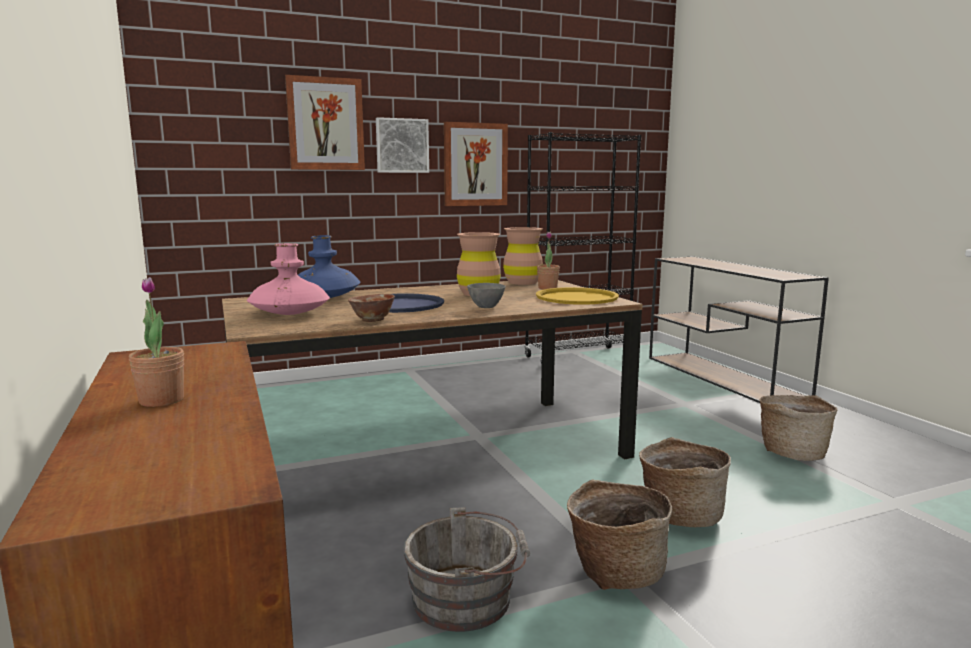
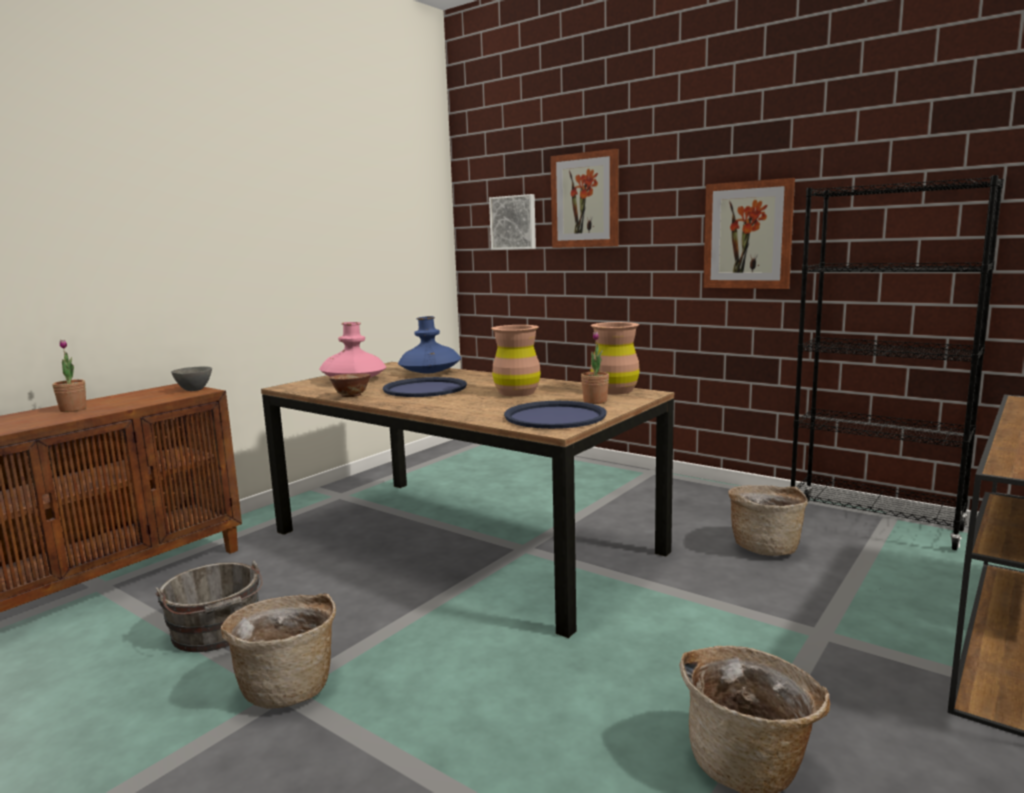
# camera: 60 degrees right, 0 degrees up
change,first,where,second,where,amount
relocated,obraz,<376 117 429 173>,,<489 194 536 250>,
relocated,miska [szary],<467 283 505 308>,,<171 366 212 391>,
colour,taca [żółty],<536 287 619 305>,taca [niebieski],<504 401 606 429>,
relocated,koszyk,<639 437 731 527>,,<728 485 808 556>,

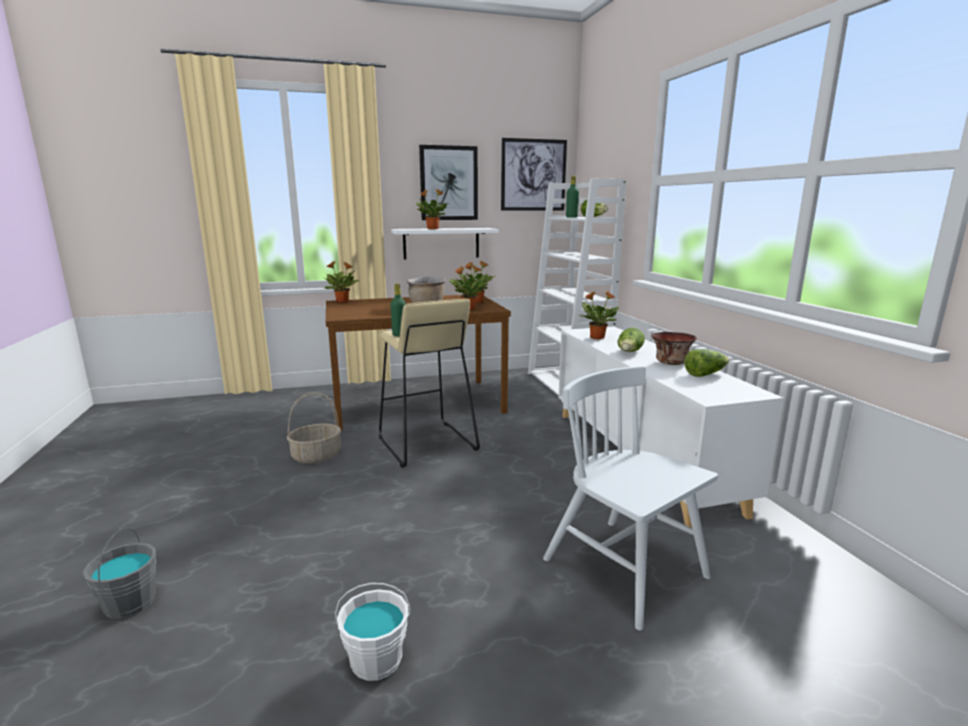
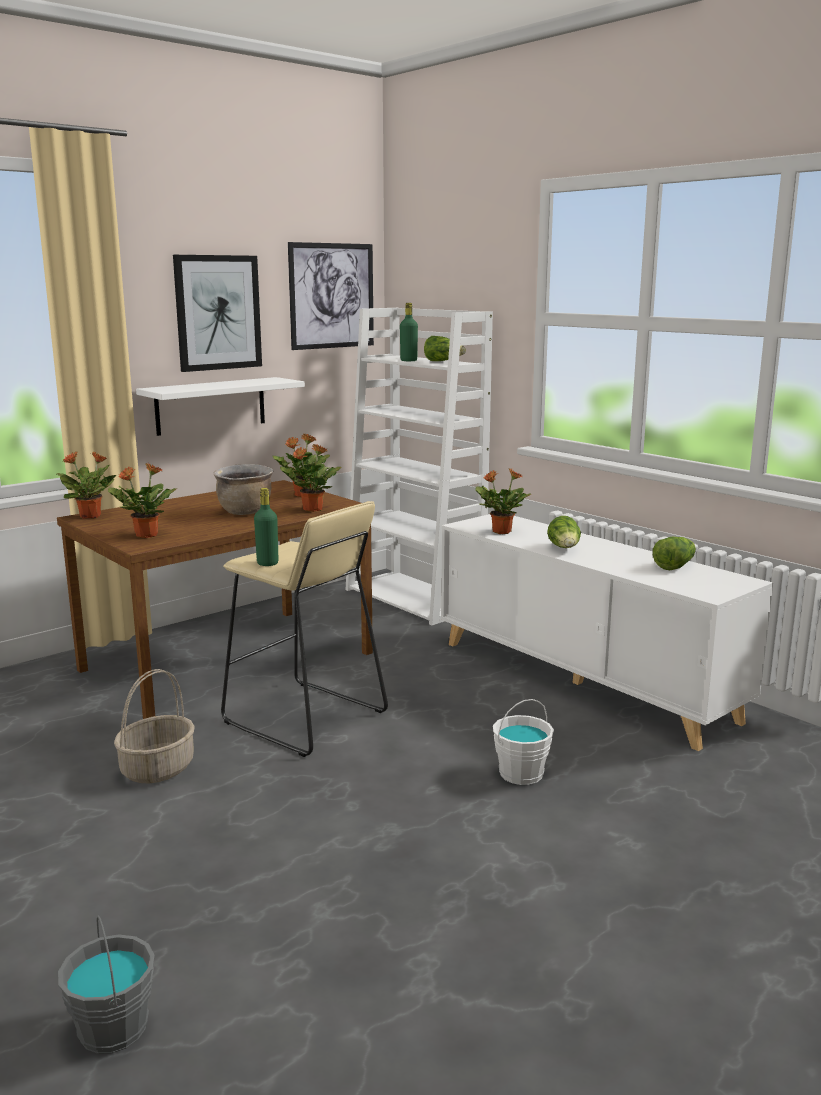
# camera: 25 degrees left, 0 degrees up
change,first,where,second,where,amount
relocated,wiadro [biały],<335 583 410 681>,,<493 699 554 785>,
relocated,roślina doniczkowa,<416 188 449 229>,,<108 462 177 538>,
missing,krzesło [biały],<543 366 718 630>,,,
missing,miska,<651 332 697 365>,,,

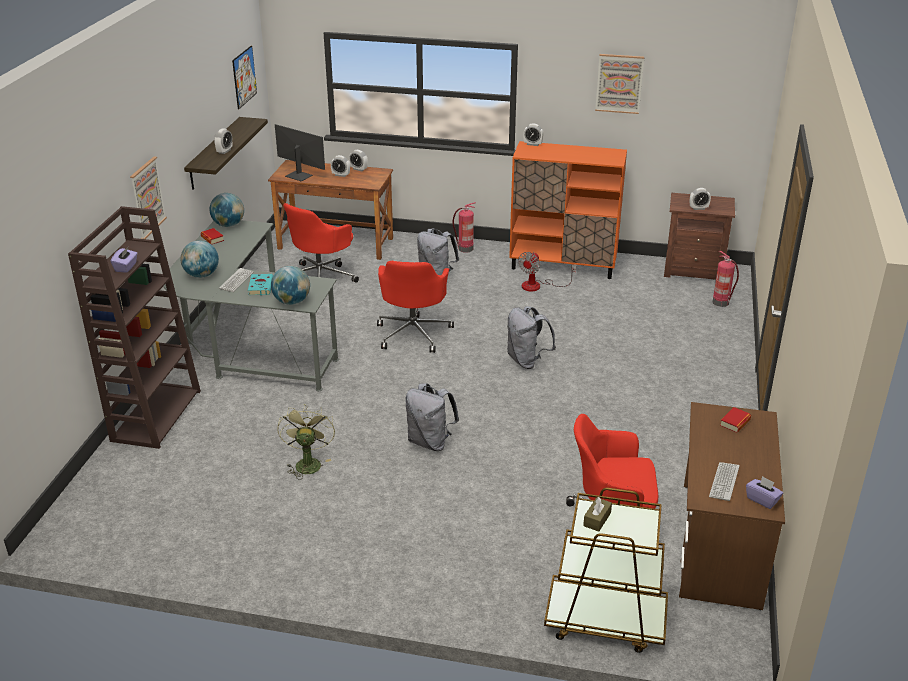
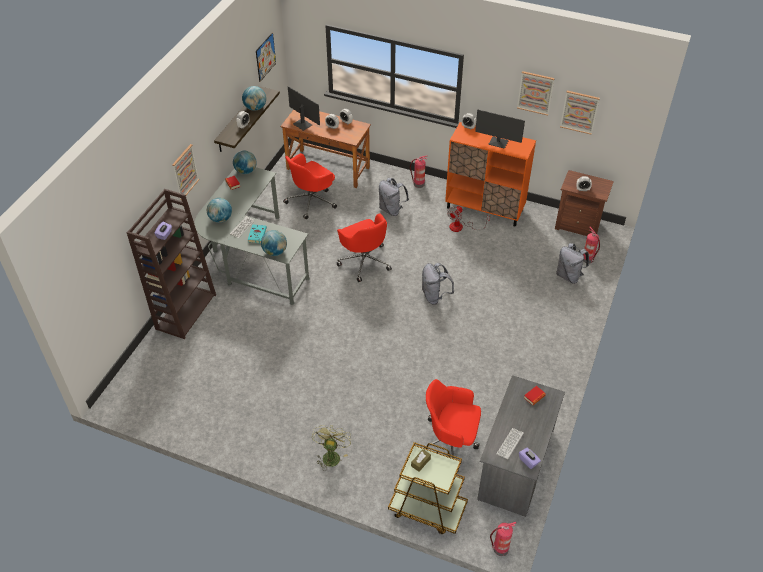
# camera: 10 degrees right, 15 degrees up
change,first,where,second,where,amount
relocated,wentylator [zielony],<277 404 335 480>,,<312 425 351 471>,
spun,krzesło biurowe [czerwony],<377 261 454 353>,,<337 213 392 282>,45 degrees counterclockwise
relocated,plecak [szary],<405 383 459 451>,,<556 243 589 284>,
colour,biurko [brązowy],<679 402 785 610>,biurko [szary],<477 375 565 517>,
appeared,,,globus,<242 86 266 111>,
appeared,,,monitor,<475 110 525 149>,
appeared,,,gaśnica,<490 522 517 556>,
appeared,,,obraz,<560 91 600 135>,

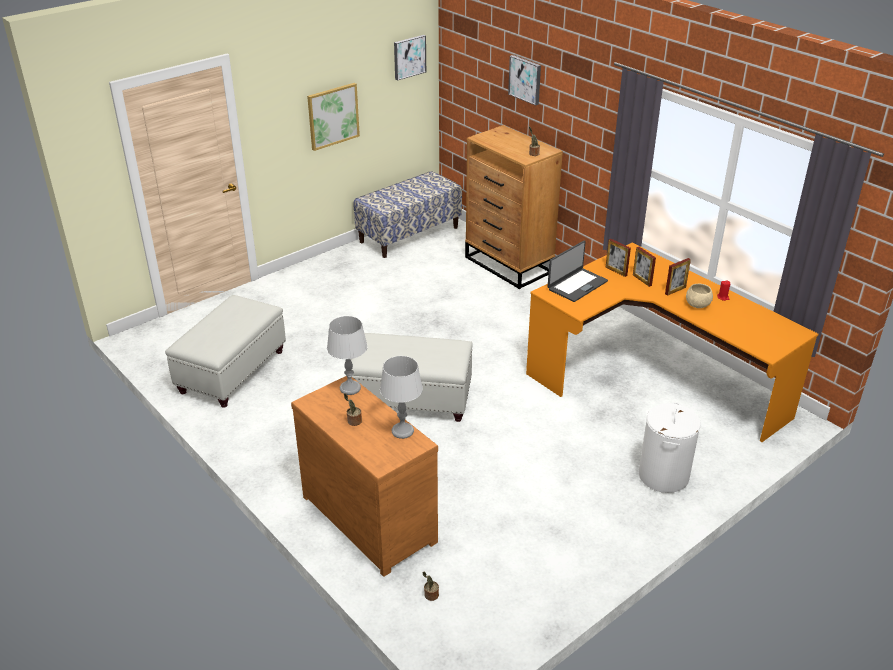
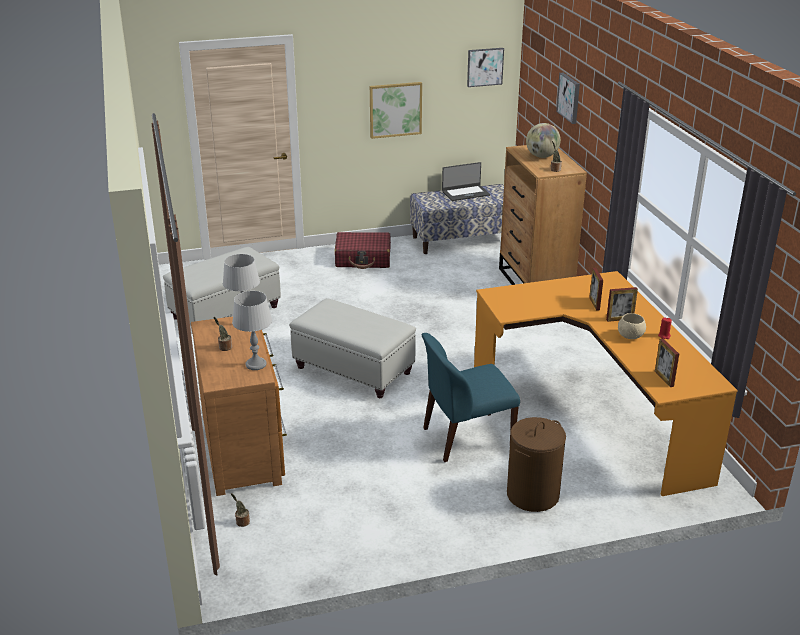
# camera: 25 degrees right, 5 degrees down
change,first,where,second,where,amount
relocated,laptop,<548 241 608 302>,,<442 162 490 201>,
relocated,ramka na zdjęcie,<606 239 631 277>,,<655 339 679 387>,
colour,kosz na pranie [biały],<639 402 701 493>,kosz na pranie [brązowy],<507 417 566 512>,
appeared,,,walizka [czerwony],<334 232 391 269>,
appeared,,,krzesło [niebieski],<422 333 520 462>,
appeared,,,globus,<526 123 561 158>,

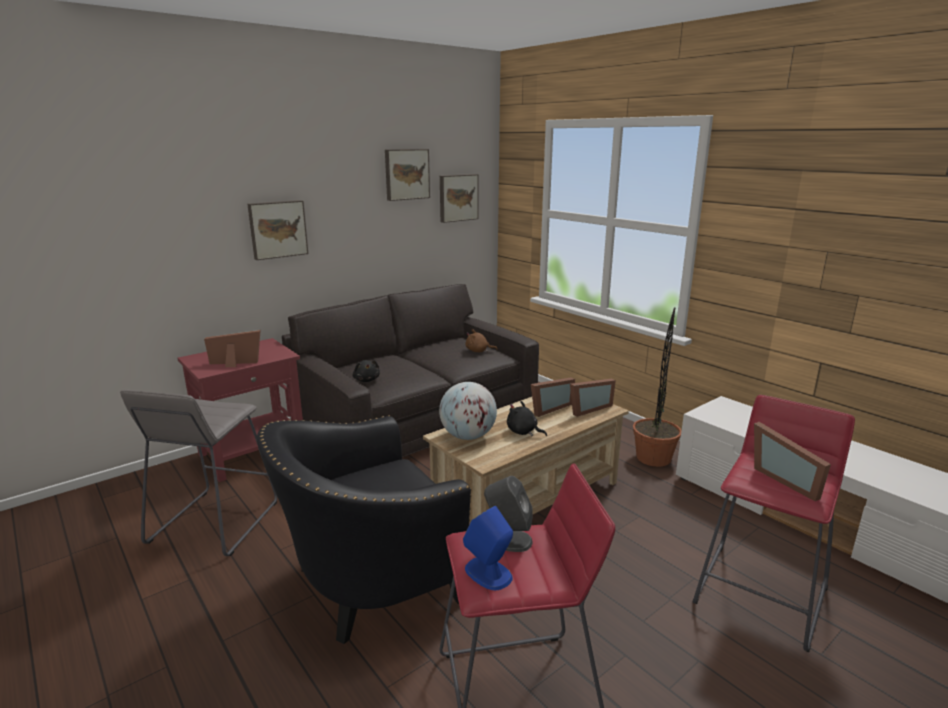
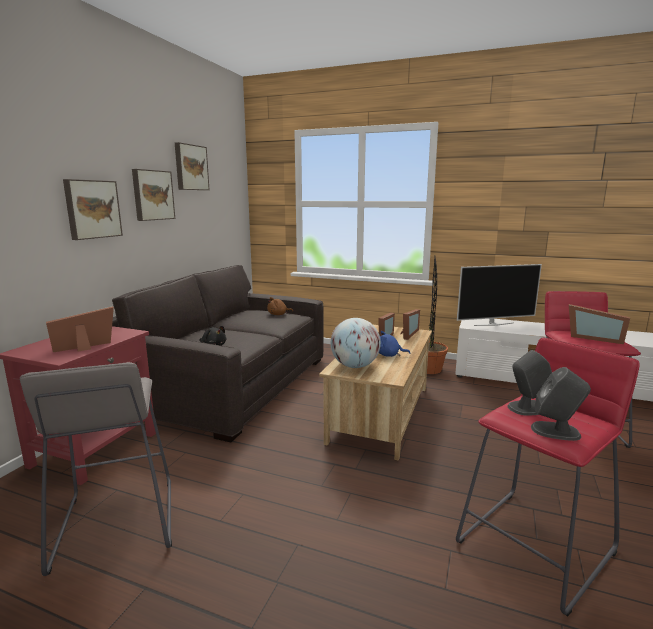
# camera: 30 degrees left, 5 degrees down
change,first,where,second,where,amount
missing,fotel [czarny],<257 415 471 644>,,,
relocated,obraz,<440 174 479 223>,,<132 169 175 221>,
colour,głośnik [niebieski],<463 506 513 590>,głośnik [szary],<531 367 591 441>,
colour,pluszak [czarny],<507 401 547 436>,pluszak [niebieski],<379 331 410 357>,
appeared,,,telewizor,<457 264 542 326>,

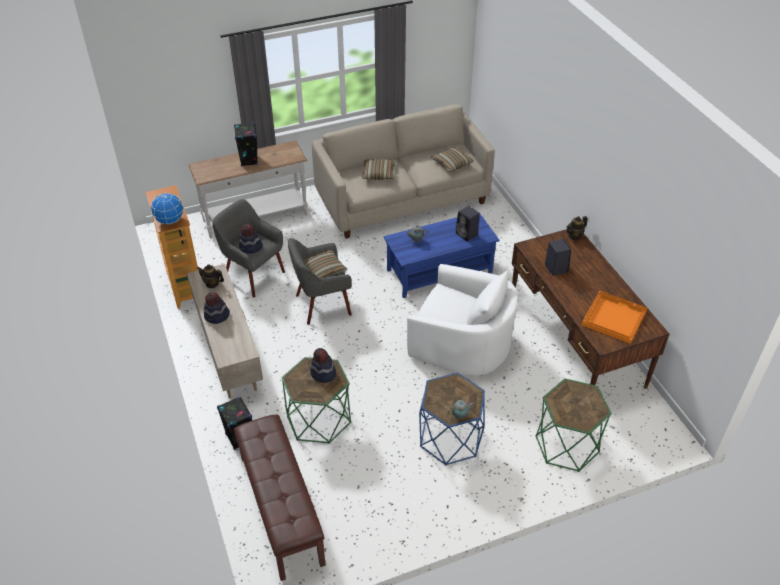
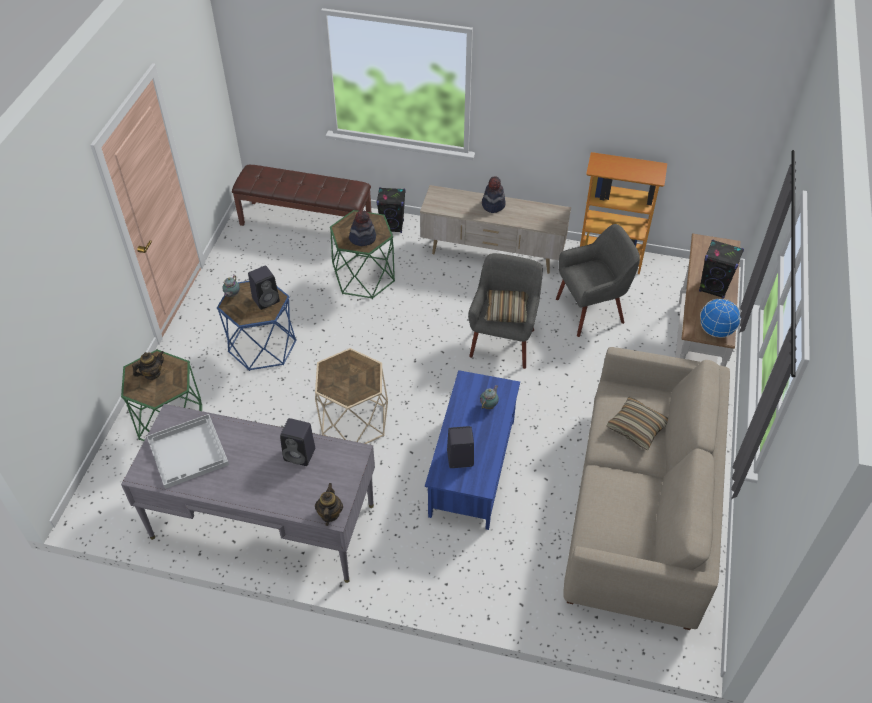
# camera: 125 degrees right, 5 degrees up
change,first,where,second,where,amount
relocated,globus,<151 193 184 225>,,<700 299 741 338>,
relocated,imbryk,<197 264 224 288>,,<132 351 164 380>,
missing,kapelusz,<239 224 263 254>,,,
exchanged,fotel [biały],<407 264 518 376>,stolik [beżowy],<315 348 388 444>,
missing,poduszka,<431 147 474 172>,,,
colour,biurko [brązowy],<512 229 669 389>,biurko [szary],<121 404 375 583>,
colour,taca [pomarańczowy],<582 291 647 344>,taca [biały],<147 414 229 489>,
appeared,,,głośnik [czarny],<248 265 280 310>,

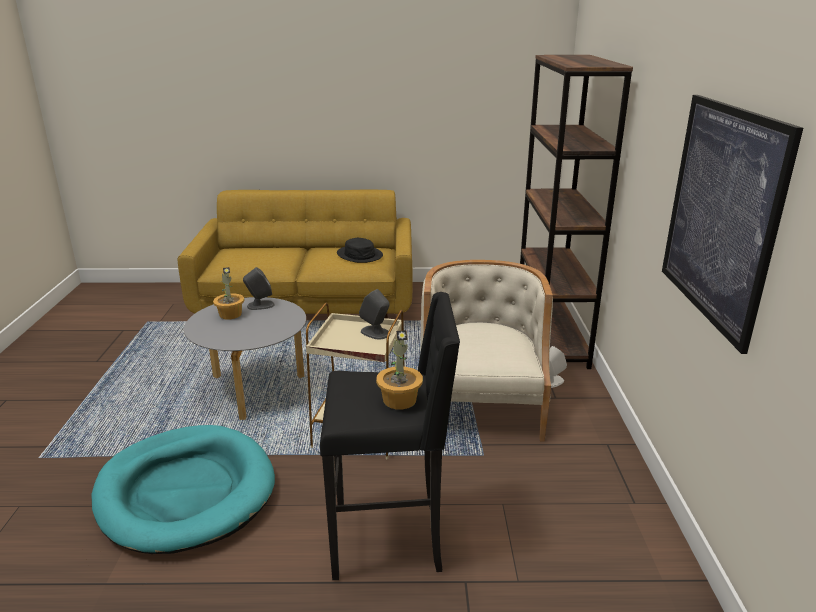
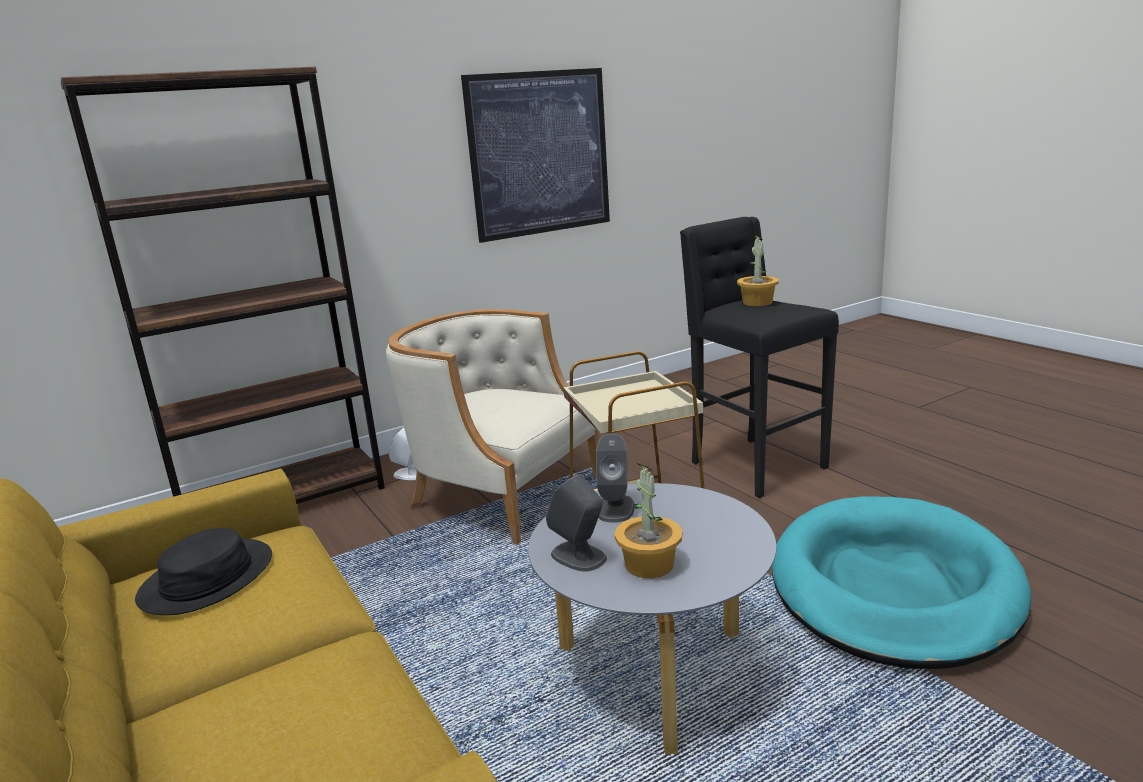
# camera: 120 degrees left, 5 degrees down
change,first,where,second,where,amount
relocated,głośnik [szary],<359 289 390 340>,,<596 433 635 523>,
spun,fotel [beżowy],<420 260 553 442>,,<386 309 599 545>,60 degrees clockwise

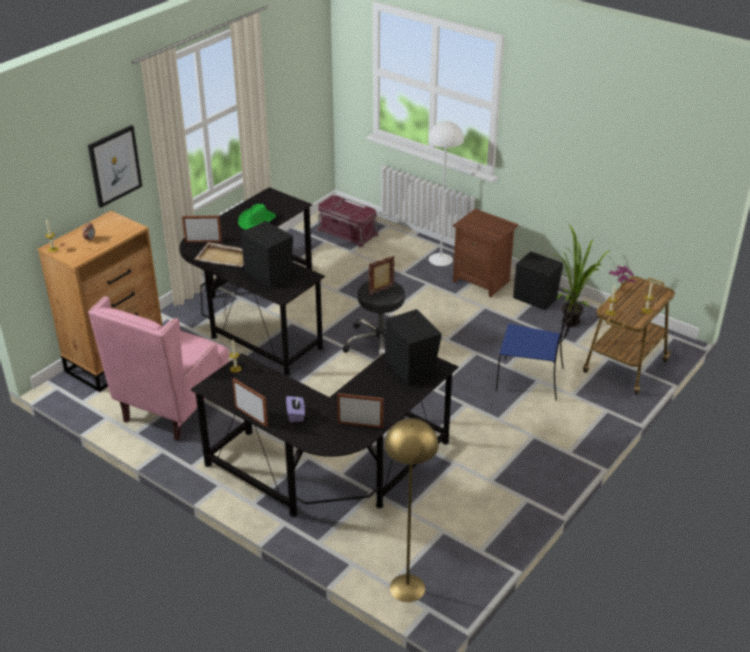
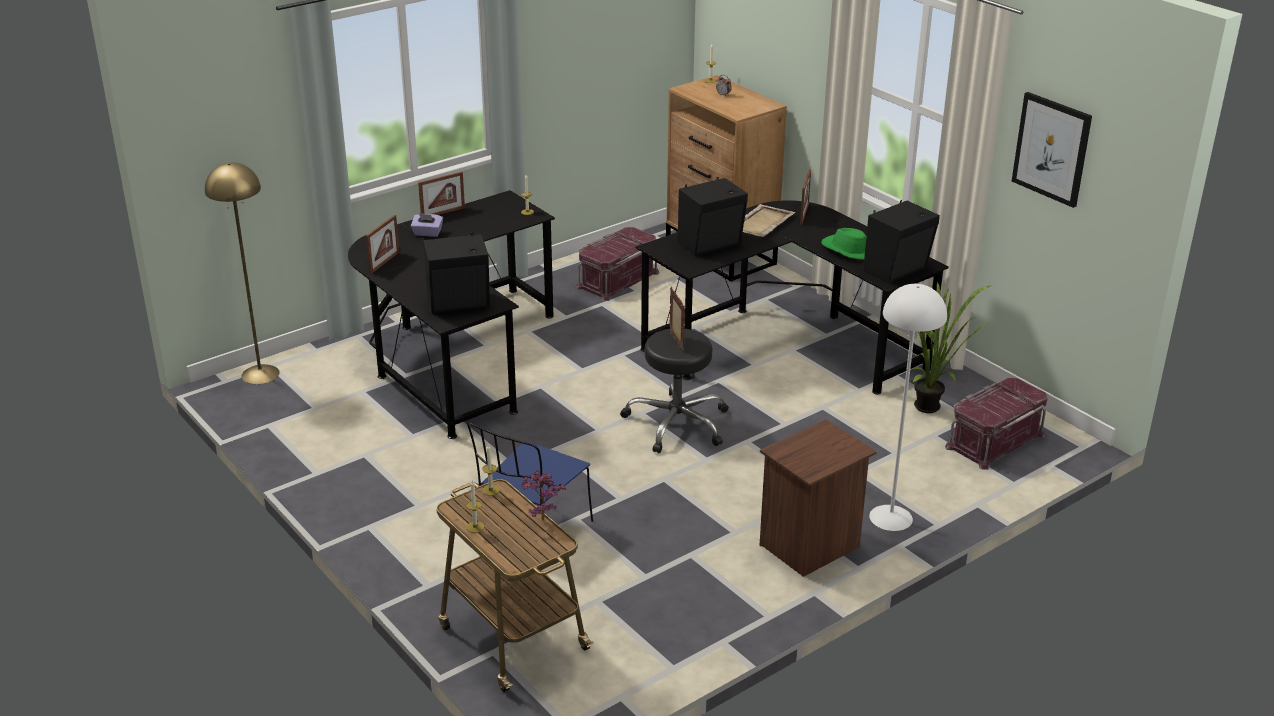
# camera: 105 degrees right, 5 degrees down
change,first,where,second,where,amount
relocated,obraz,<88 125 142 208>,,<1012 92 1092 208>,
exchanged,fotel [różowy],<88 296 229 441>,pojemnik do przechowywania [czerwony],<576 227 659 301>,
relocated,głośnik [czarny],<513 251 563 310>,,<863 200 940 284>,
relocated,roślina doniczkowa,<556 225 611 327>,,<913 282 990 413>,

